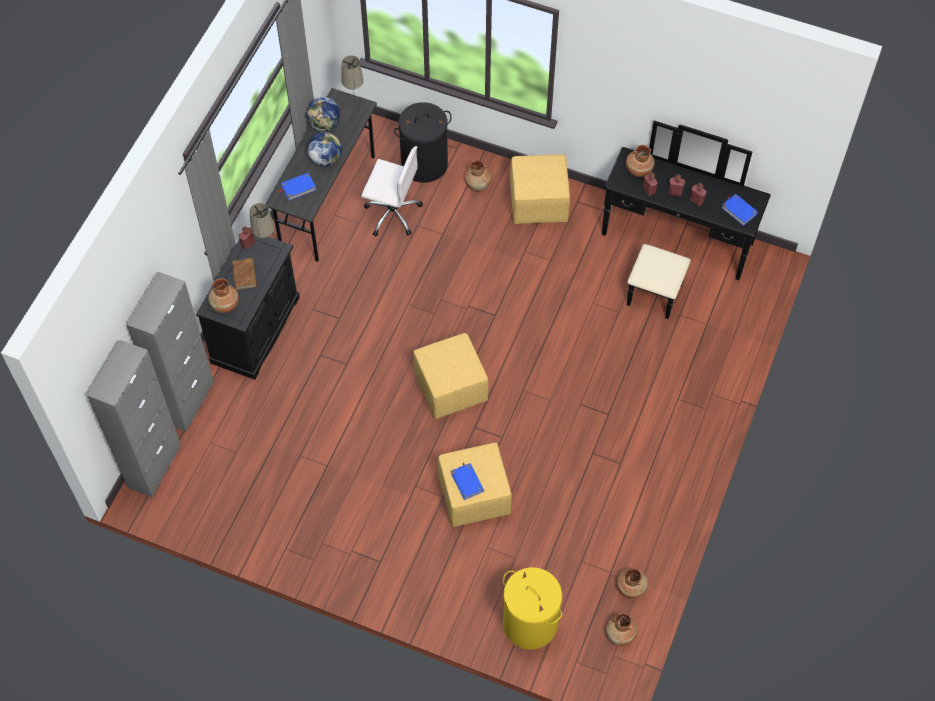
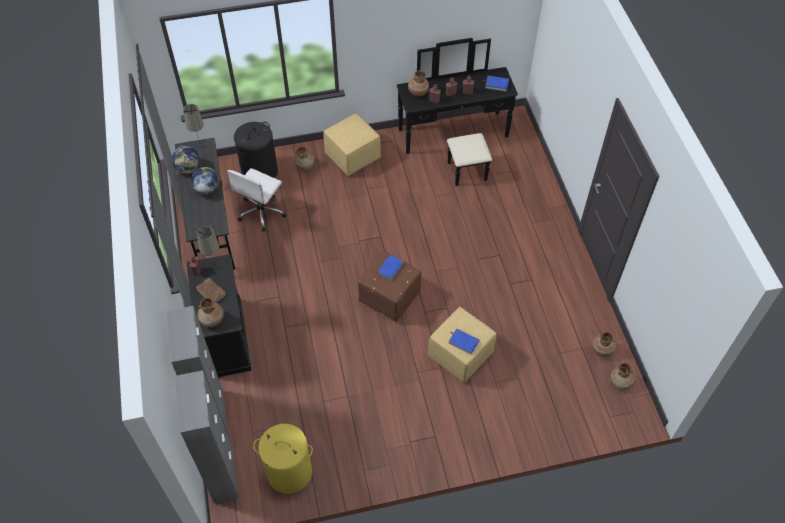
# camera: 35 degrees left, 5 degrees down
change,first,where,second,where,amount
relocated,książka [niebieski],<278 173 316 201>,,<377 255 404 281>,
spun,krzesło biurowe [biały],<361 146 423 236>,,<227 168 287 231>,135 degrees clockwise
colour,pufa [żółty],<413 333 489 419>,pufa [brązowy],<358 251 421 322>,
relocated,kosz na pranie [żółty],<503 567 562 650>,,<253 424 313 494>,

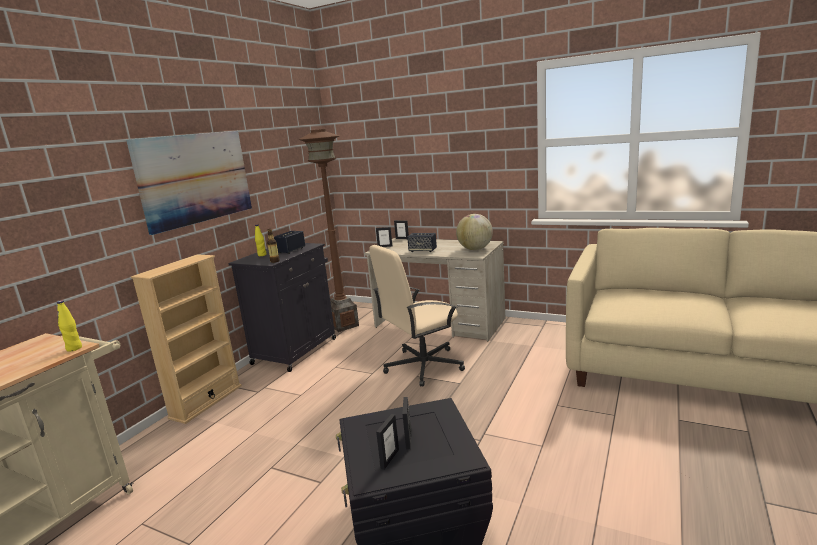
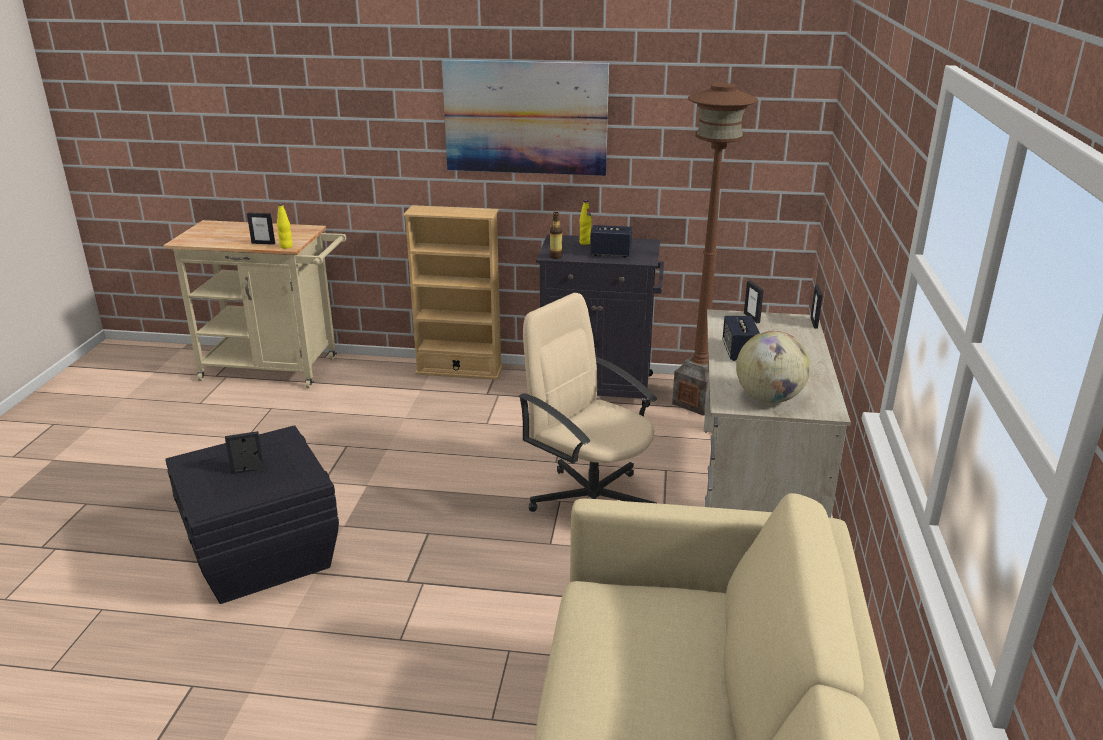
# camera: 70 degrees right, 10 degrees up
change,first,where,second,where,amount
relocated,ramka na zdjęcie,<376 414 399 470>,,<247 212 275 245>,

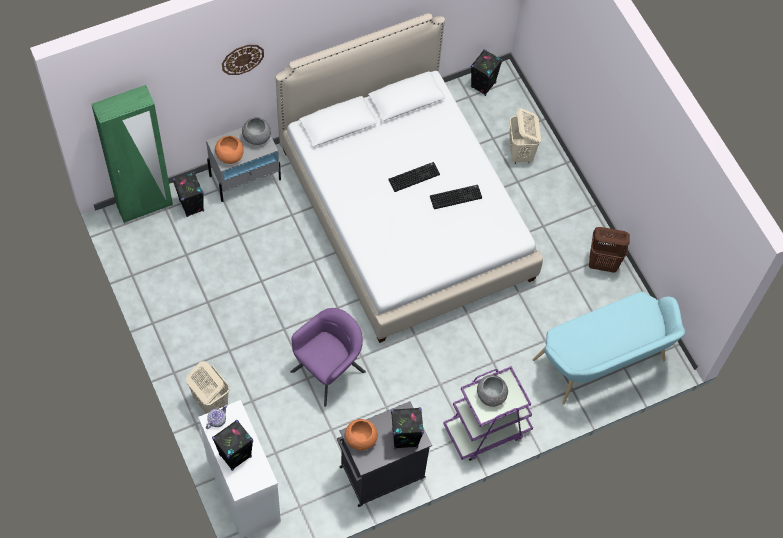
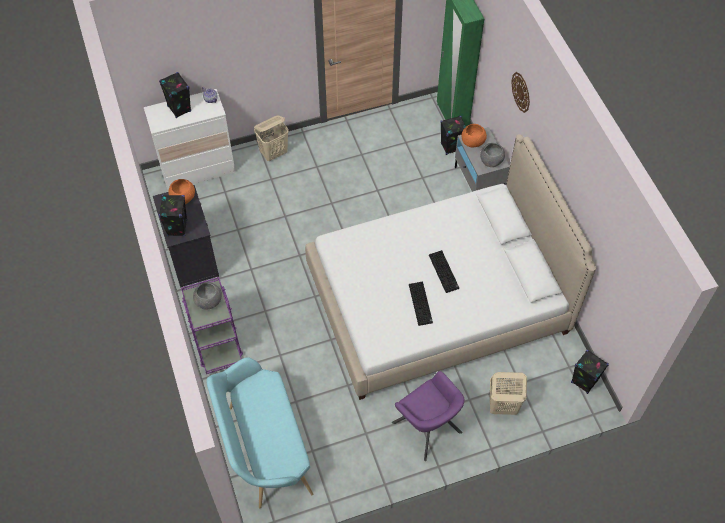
# camera: 100 degrees right, 5 degrees down
change,first,where,second,where,amount
relocated,fotel [fioletowy],<290 308 366 407>,,<392 371 465 461>,
missing,kosz na pranie [brązowy],<589 227 630 273>,,,

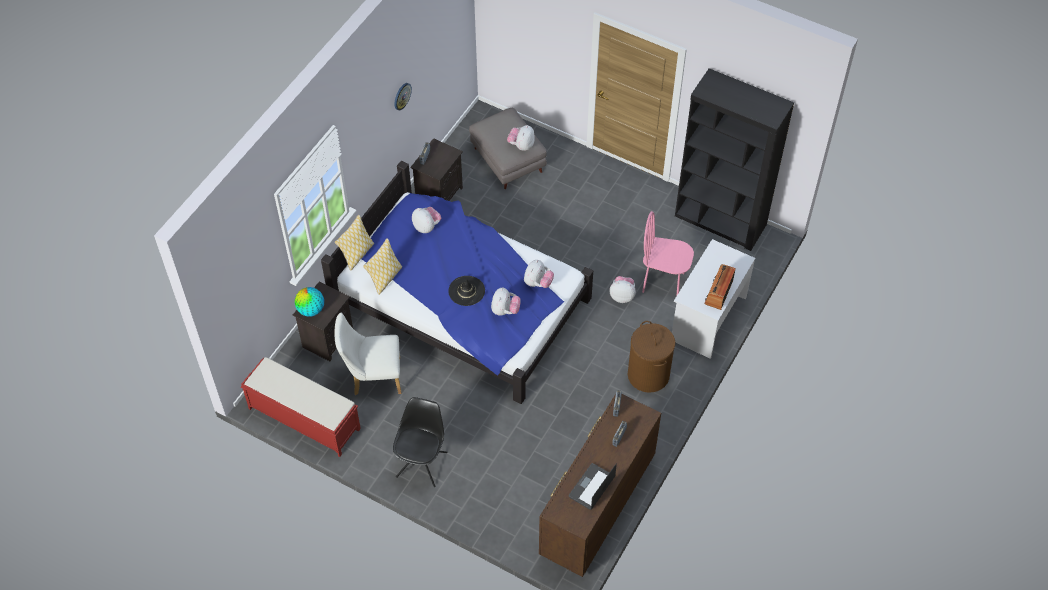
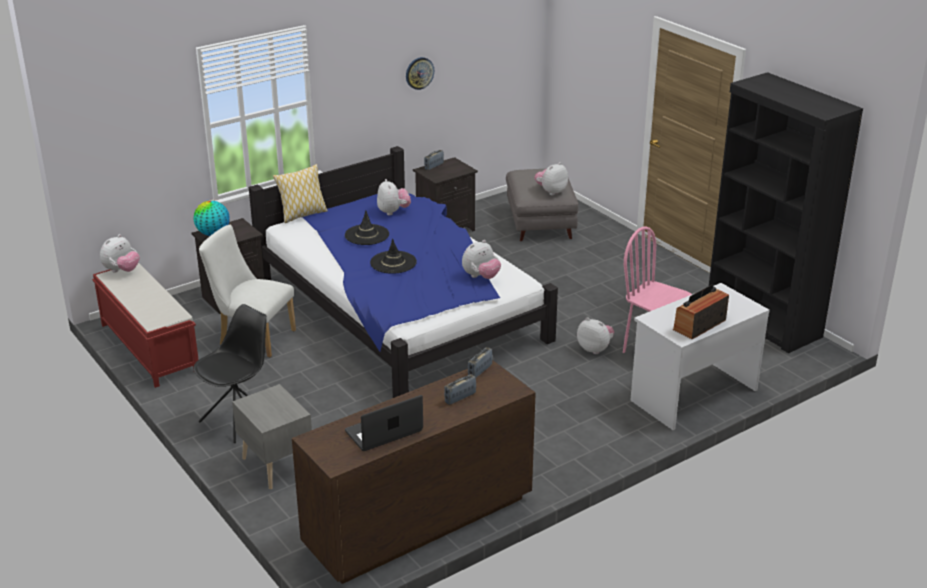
# camera: 25 degrees right, 25 degrees down
change,first,where,second,where,amount
missing,poduszka,<363 238 402 295>,,,
relocated,pluszak,<491 288 521 316>,,<100 234 140 273>,
missing,kosz na pranie [brązowy],<628 321 675 393>,,,
appeared,,,szafka nocna [szary],<232 384 312 489>,
appeared,,,kapelusz [czarny],<345 211 389 245>,

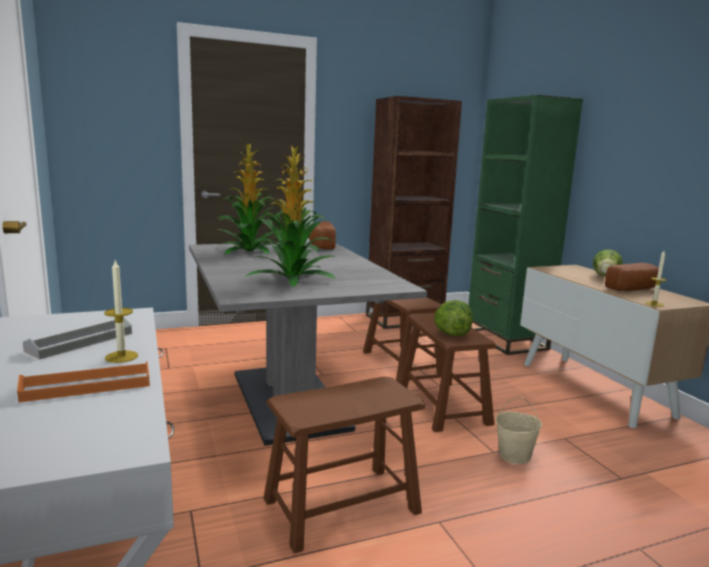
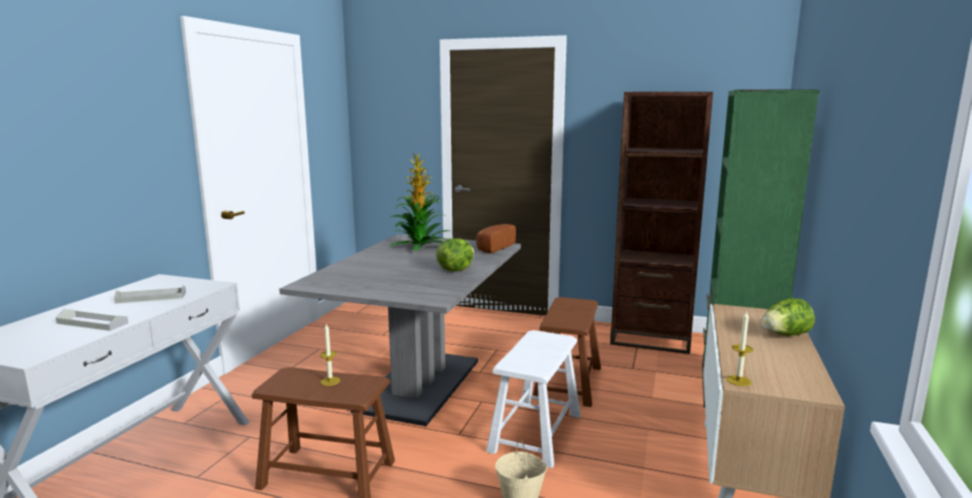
# camera: 40 degrees right, 0 degrees up
change,first,where,second,where,amount
colour,taca [pomarańczowy],<17 361 150 402>,taca [szary],<56 309 128 331>,
relocated,świeca,<104 260 138 363>,,<320 323 340 386>,
missing,roślina doniczkowa,<246 145 337 287>,,,
colour,stołek [brązowy],<399 313 496 432>,stołek [biały],<486 330 581 468>,
relocated,sałata,<434 300 473 336>,,<436 238 474 271>,
missing,chleb,<605 263 659 291>,,,

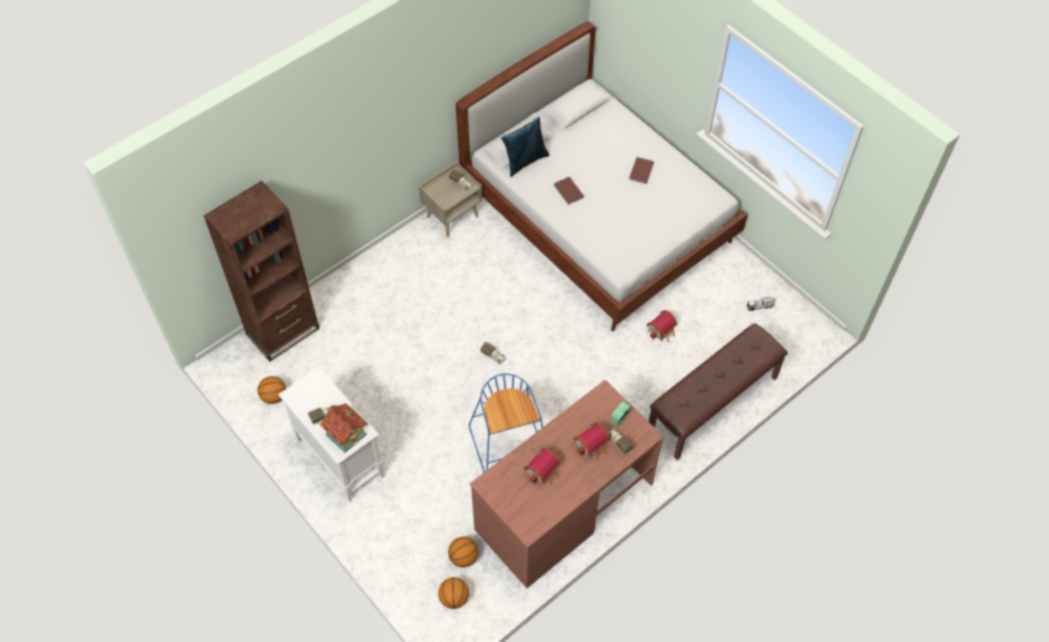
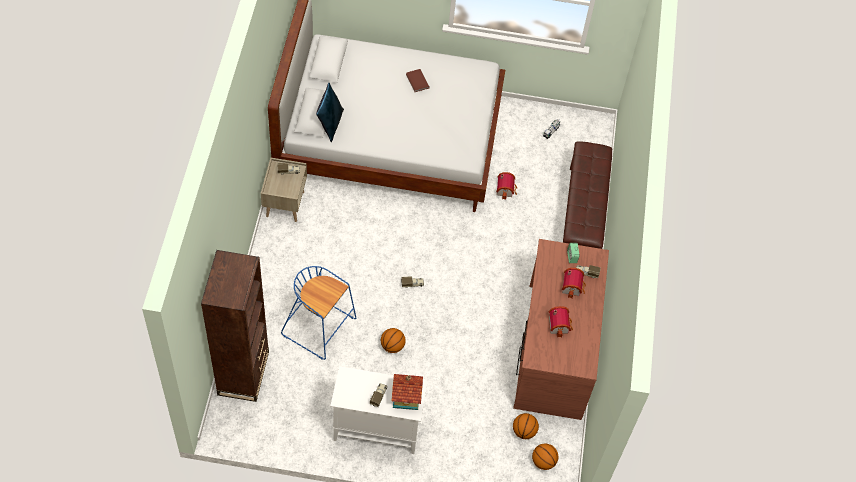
# camera: 45 degrees left, 0 degrees up
change,first,where,second,where,amount
relocated,piłka do koszykówki,<258 376 286 404>,,<381 328 406 353>,
relocated,stołek [niebieski],<469 374 543 473>,,<281 266 356 360>,
missing,książka [brązowy],<554 177 584 205>,,,

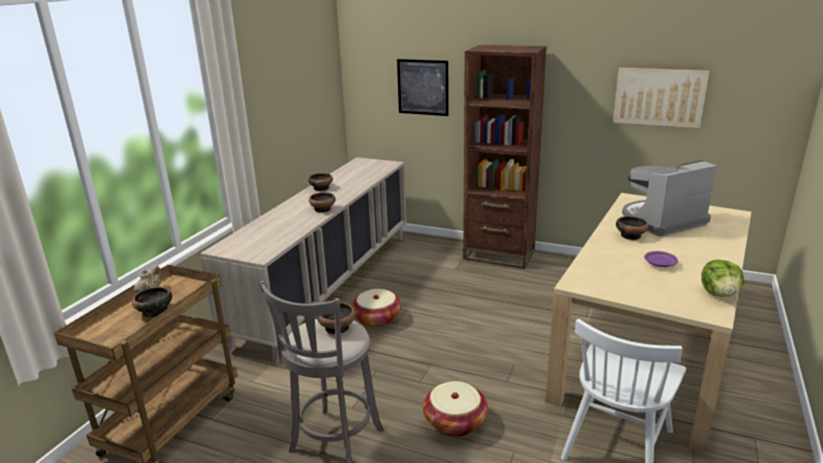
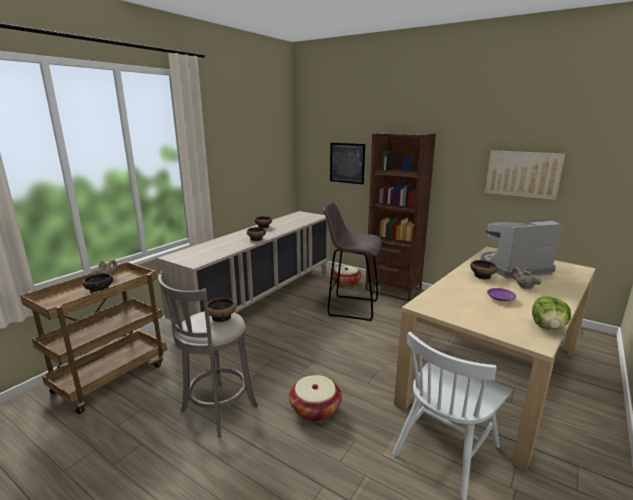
# camera: 10 degrees right, 5 degrees down
change,first,where,second,where,amount
relocated,koszyk,<351 289 401 328>,,<332 265 361 287>,
appeared,,,stołek [szary],<323 202 382 321>,
appeared,,,imbryk [beżowy],<511 267 542 289>,

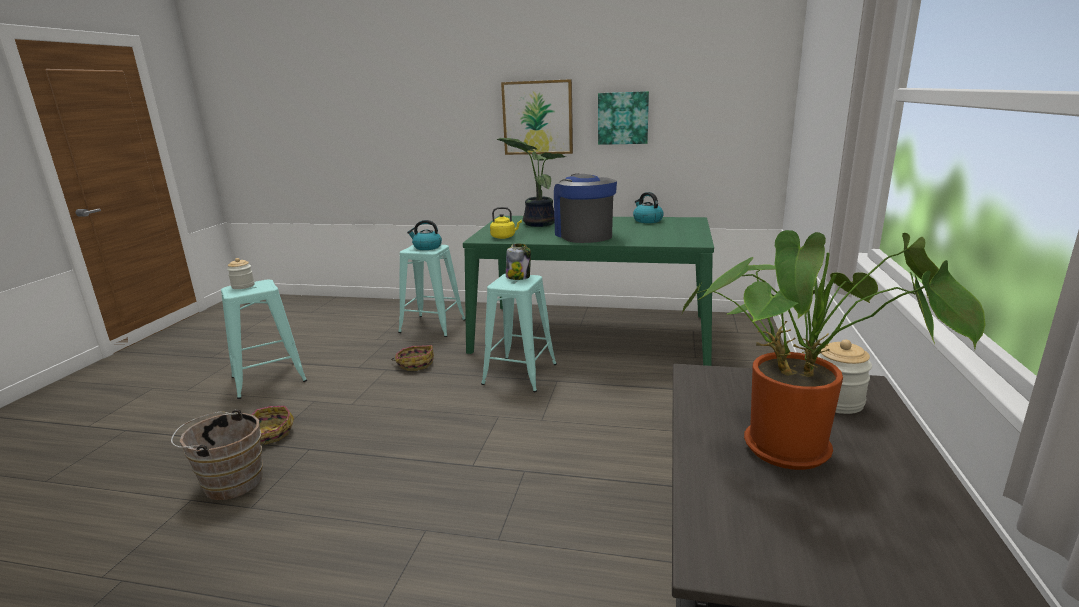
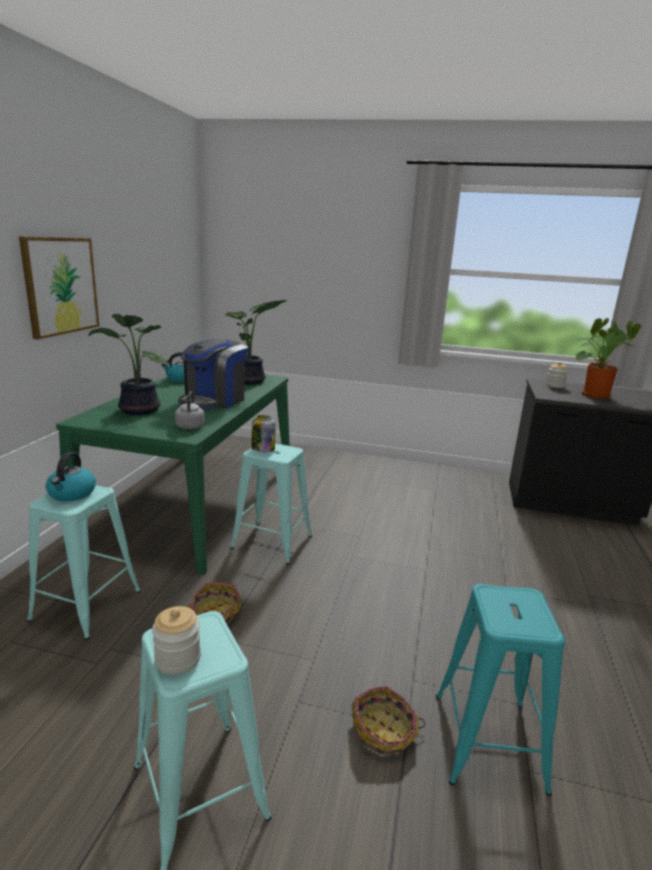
# camera: 90 degrees left, 0 degrees up
change,first,where,second,where,amount
exchanged,wiadro [brązowy],<171 409 263 500>,stołek [turkusowy],<436 584 565 796>,
colour,czajnik [żółty],<490 207 522 239>,czajnik [szary],<175 391 205 429>,
spun,ekspres do kawy,<554 174 617 243>,,<178 339 248 409>,45 degrees counterclockwise
missing,obraz,<598 91 649 145>,,,
appeared,,,roślina doniczkowa,<225 300 286 385>,

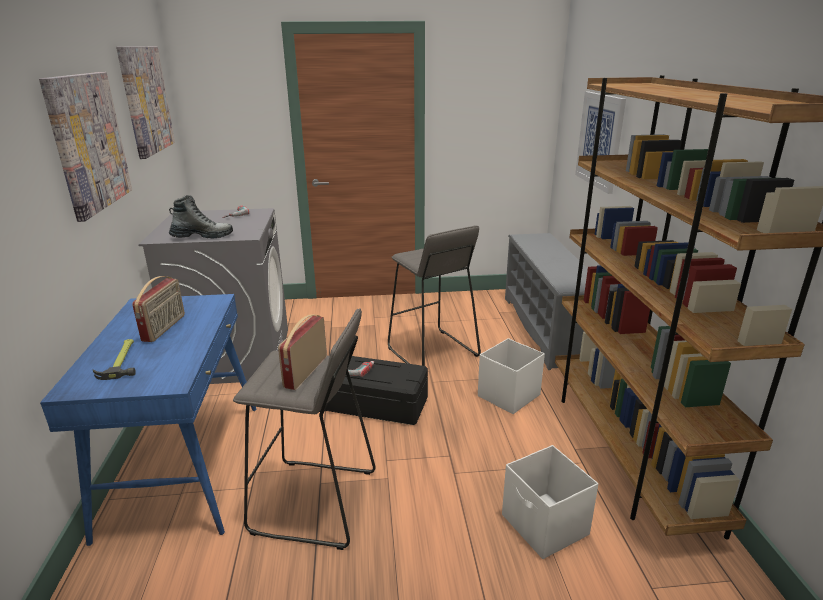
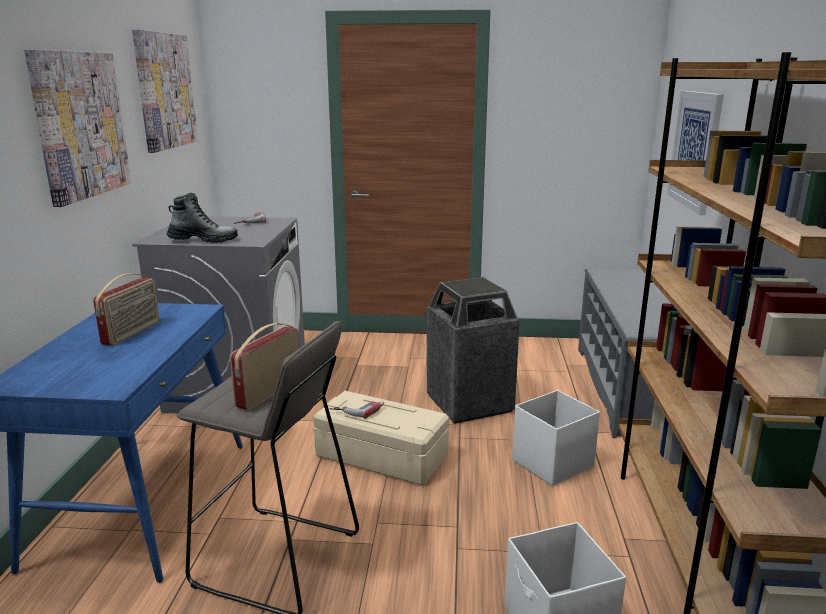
# camera: 10 degrees right, 5 degrees down
change,first,where,second,where,amount
missing,młotek,<93 339 136 380>,,,
colour,pojemnik do przechowywania [czarny],<325 356 428 425>,pojemnik do przechowywania [beżowy],<313 391 449 485>,
exchanged,stołek [szary],<388 225 481 366>,kosz na śmieci,<427 277 520 424>,

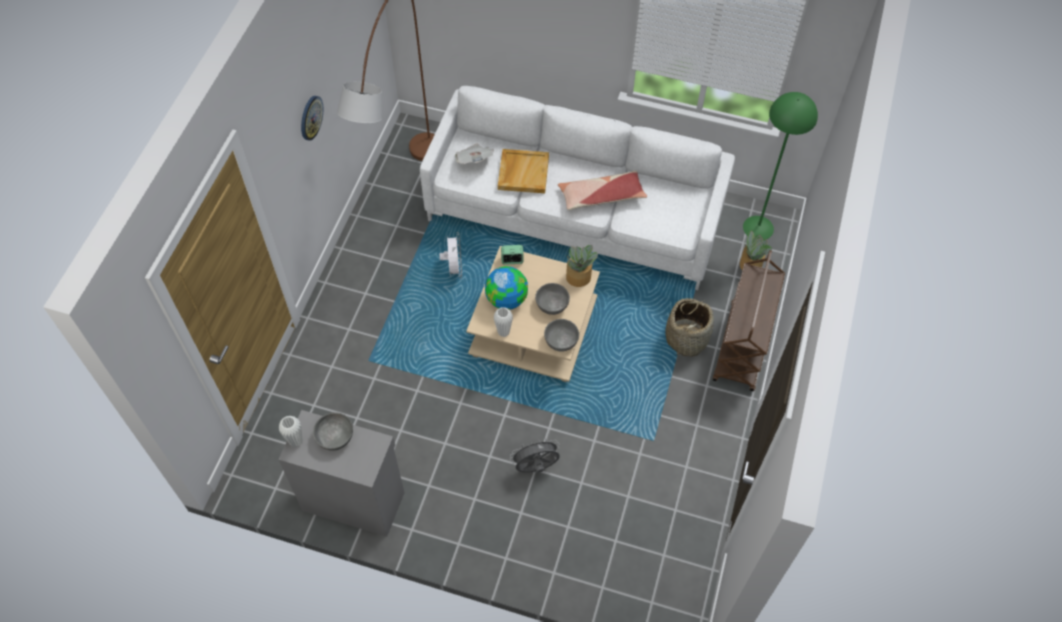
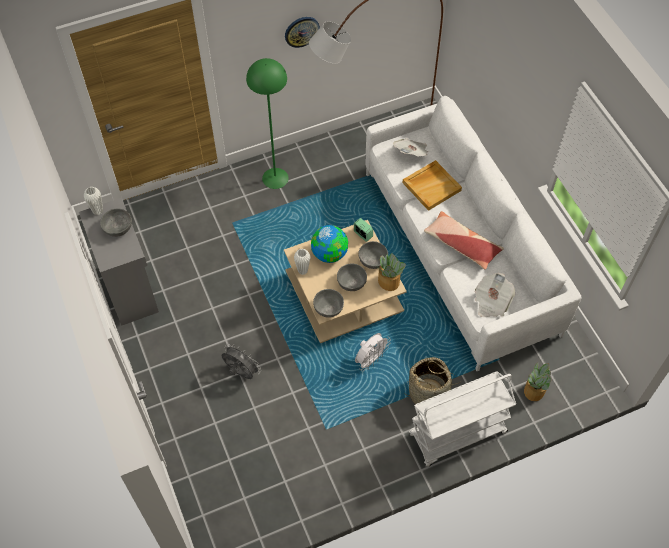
# camera: 50 degrees right, 0 degrees up
change,first,where,second,where,amount
relocated,wentylator [biały],<439 232 462 279>,,<355 333 391 371>,
colour,wózek [brązowy],<713 250 785 391>,wózek [biały],<409 371 516 467>,
relocated,lampa stojąca [zielony],<743 92 818 240>,,<246 58 289 189>,
appeared,,,miska [szary],<358 241 388 269>,
appeared,,,gazeta,<475 273 515 317>,

